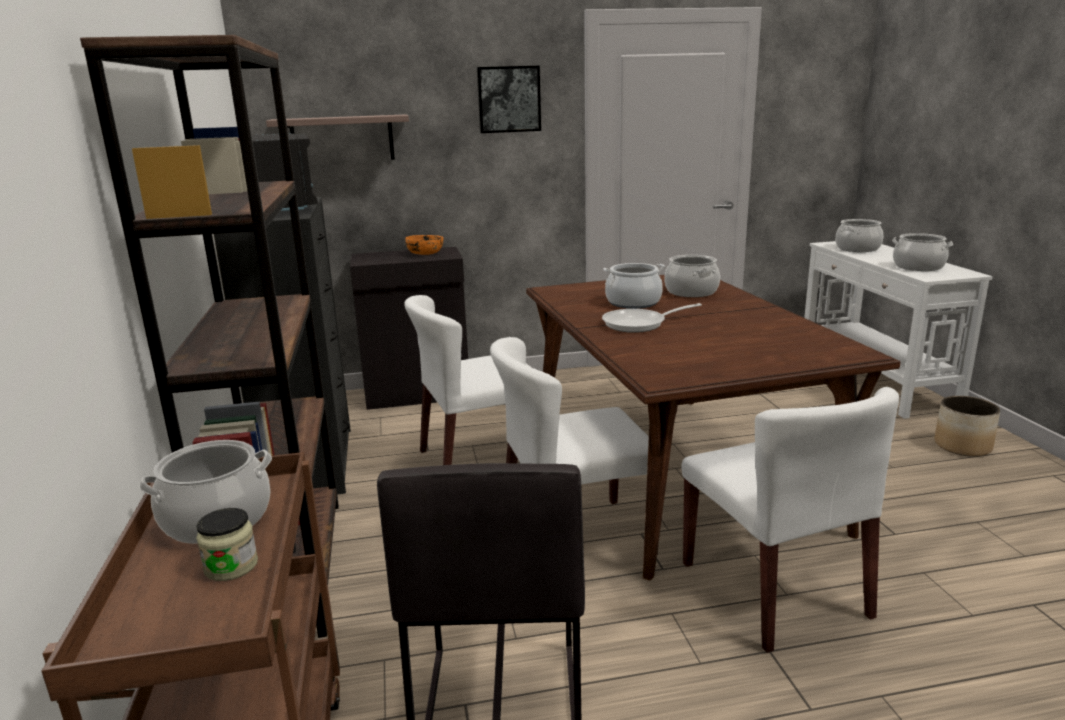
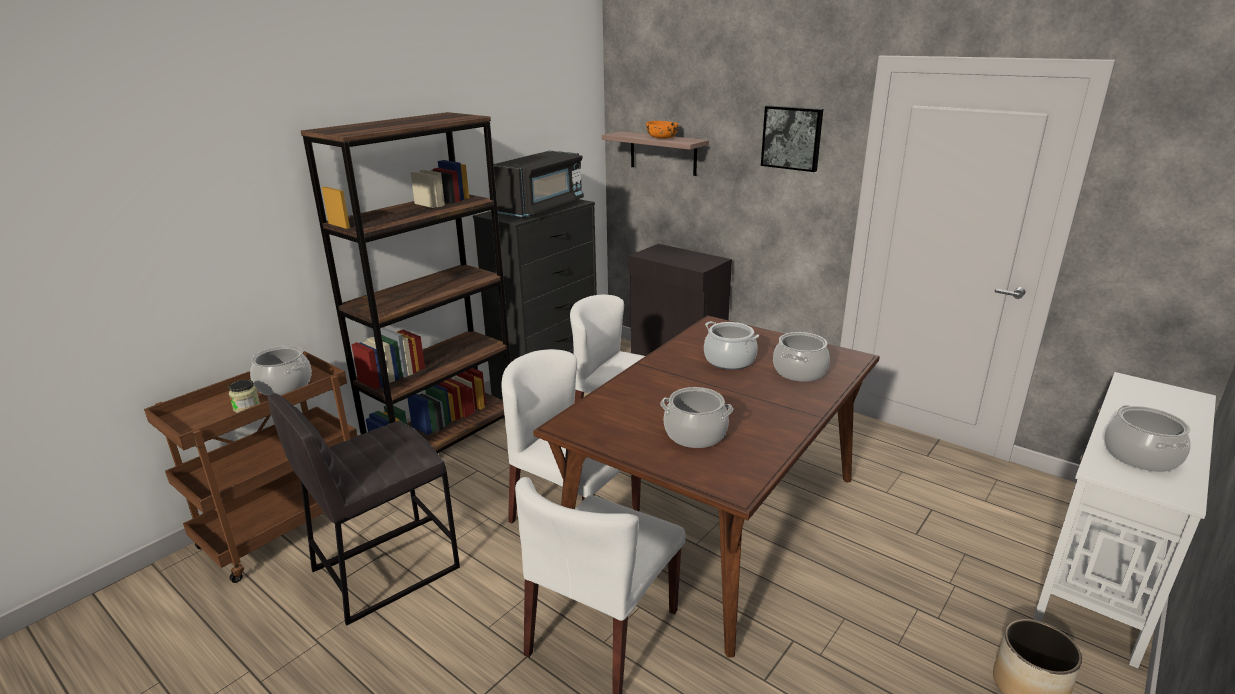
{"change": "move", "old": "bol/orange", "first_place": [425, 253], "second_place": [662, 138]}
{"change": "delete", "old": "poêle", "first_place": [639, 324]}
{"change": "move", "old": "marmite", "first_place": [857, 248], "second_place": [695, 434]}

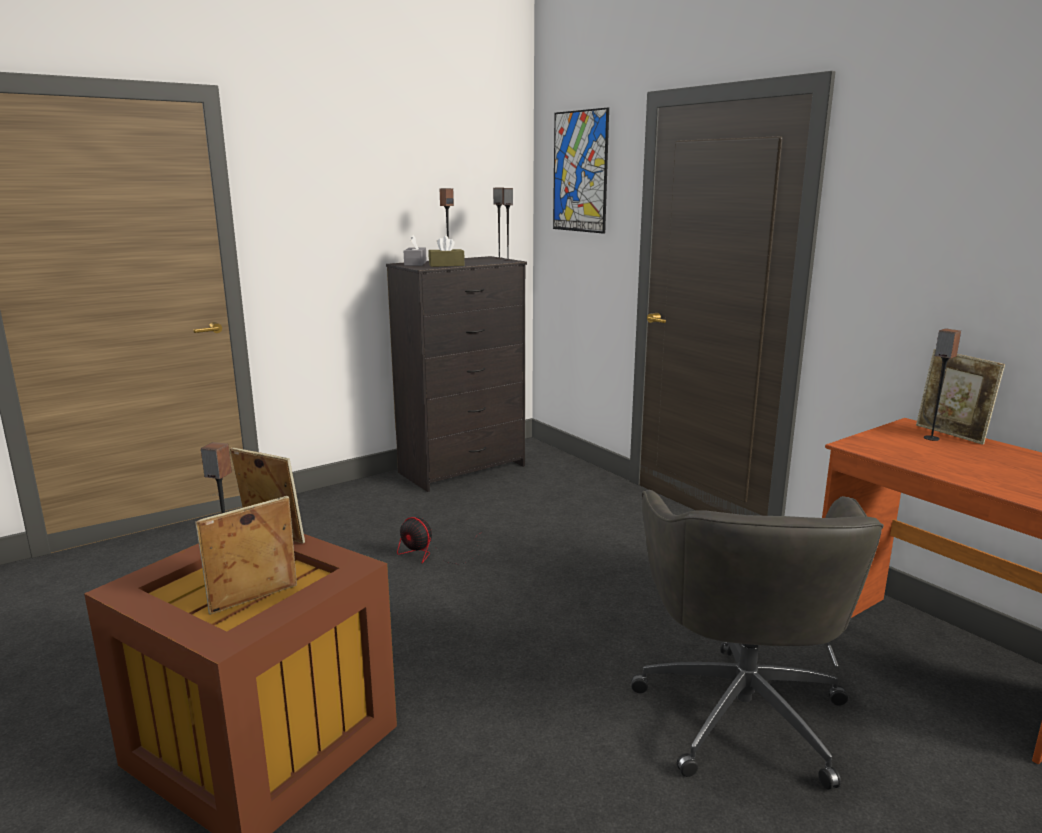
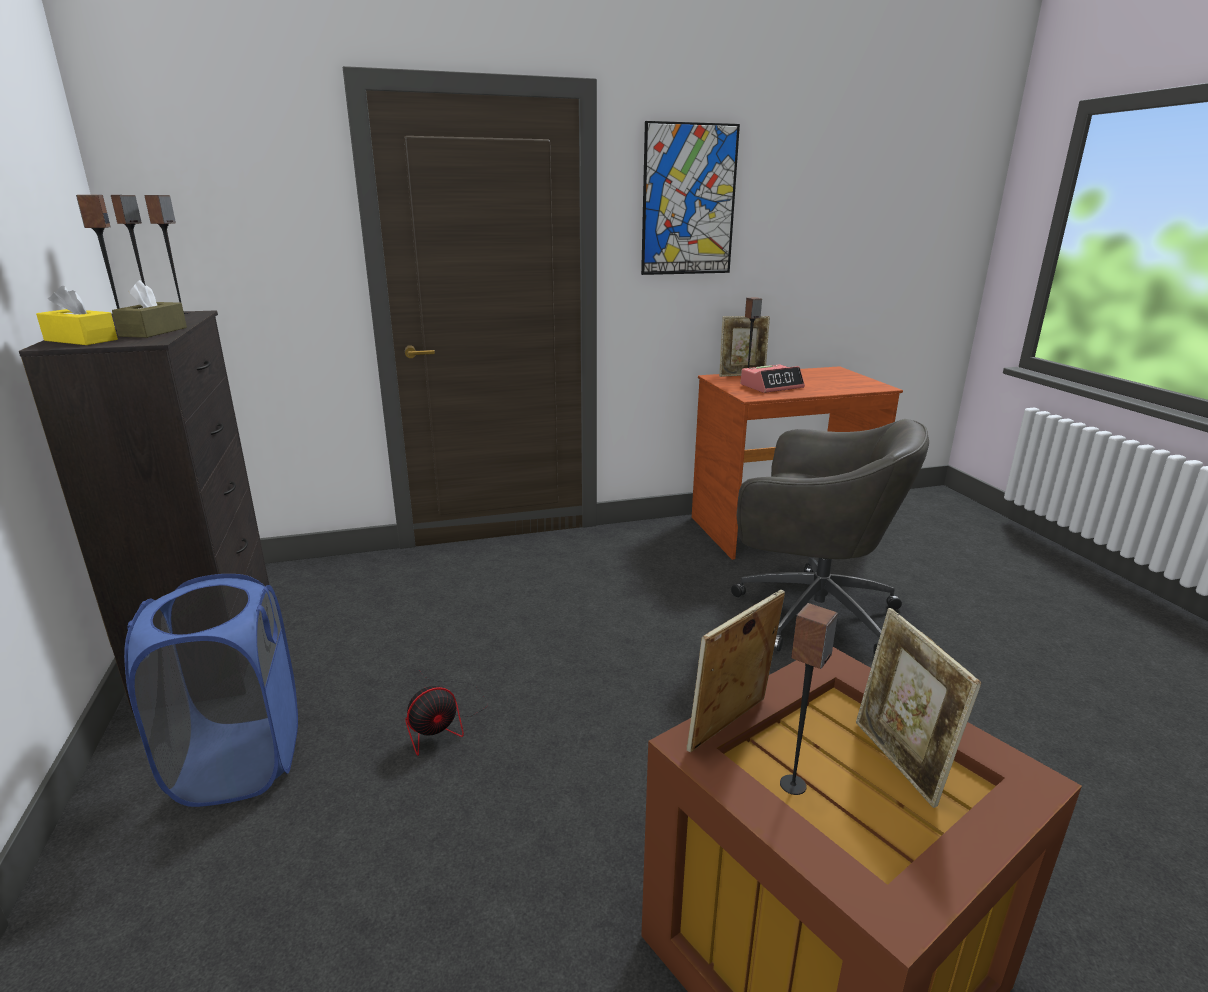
{"change": "recolor", "old": "boîte à mouchoirs/gris", "new": "boîte à mouchoirs/jaune", "first_place": [415, 263], "second_place": [81, 340]}
{"change": "move", "old": "tableau", "first_place": [580, 172], "second_place": [688, 200]}
{"change": "insert", "new": "panier à linge/bleu", "second_place": [239, 761]}
{"change": "insert", "new": "réveil", "second_place": [771, 386]}

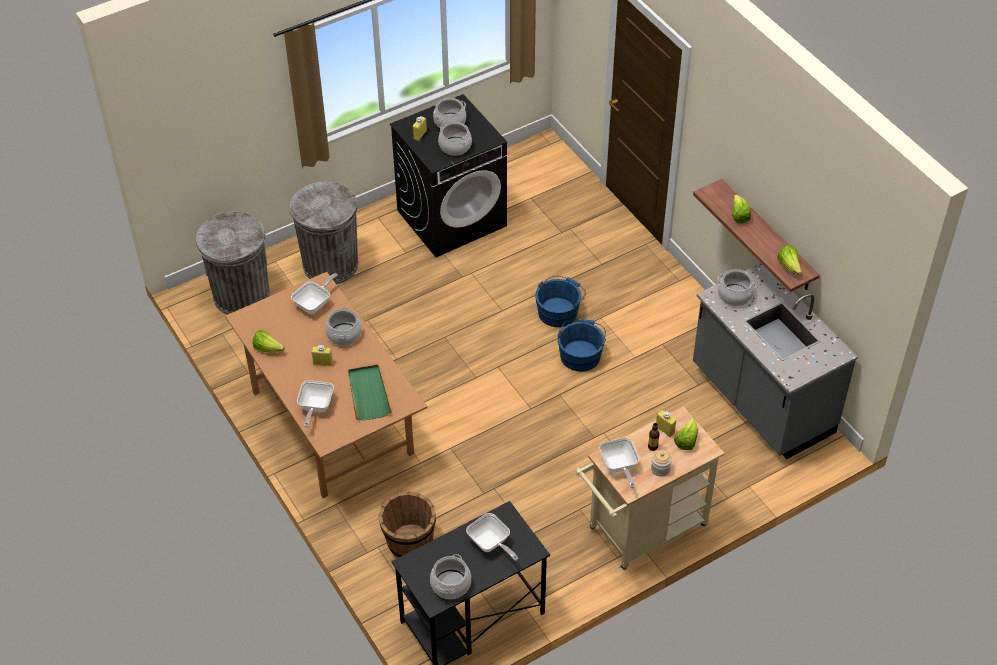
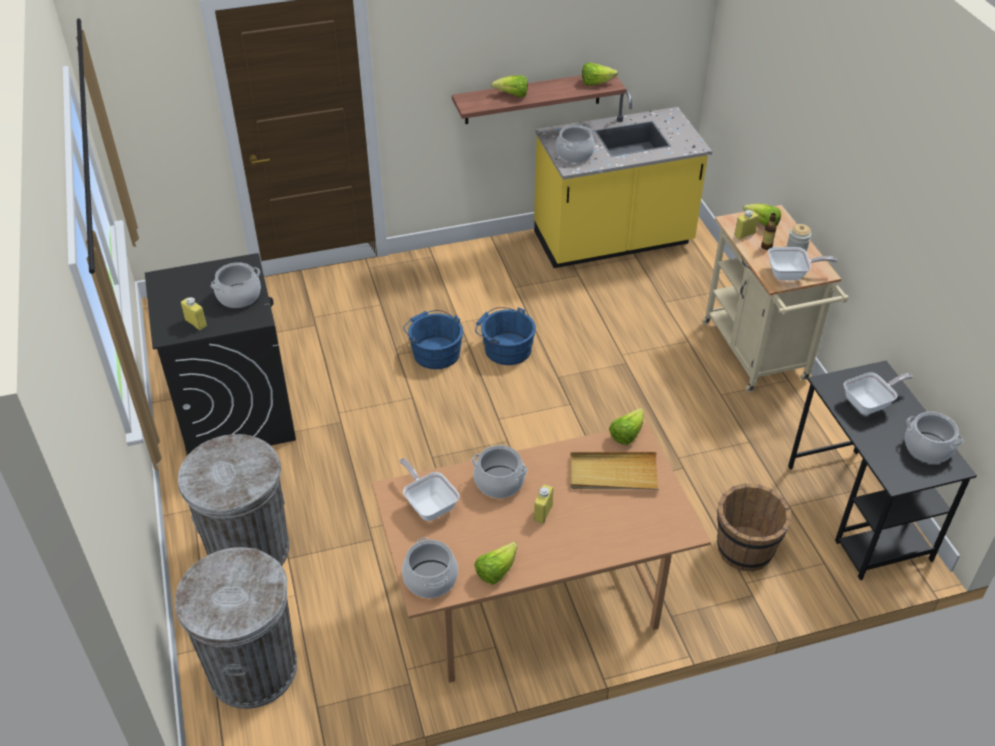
{"change": "delete", "old": "poêle", "first_place": [315, 408]}
{"change": "recolor", "old": "plateau/vert", "new": "plateau/beige", "first_place": [368, 394], "second_place": [613, 474]}
{"change": "move", "old": "marmite", "first_place": [449, 122], "second_place": [430, 579]}
{"change": "recolor", "old": "comptoir de cuisine/gris", "new": "comptoir de cuisine/jaune", "first_place": [761, 401], "second_place": [613, 241]}
{"change": "insert", "new": "laitue", "second_place": [626, 434]}

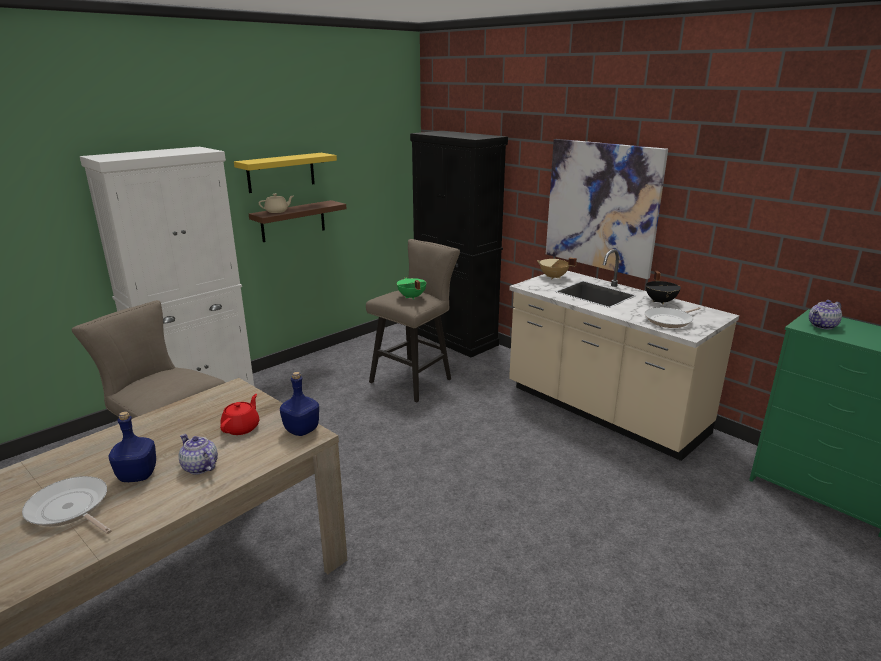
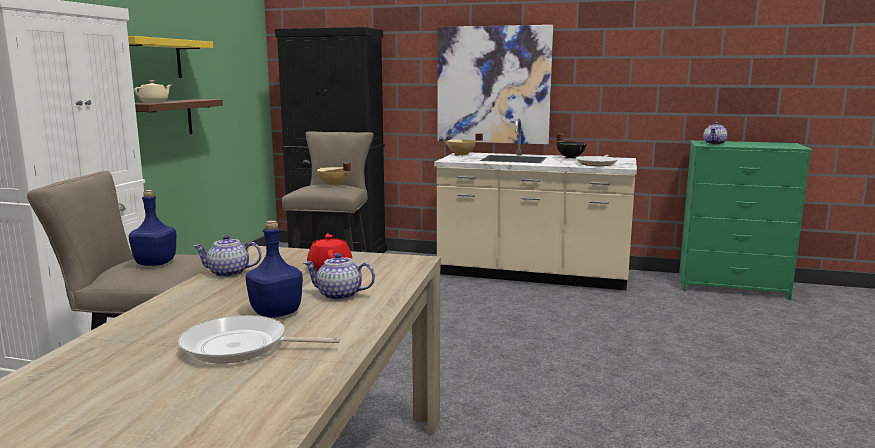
{"change": "move", "old": "bouteille/bleu", "first_place": [302, 430], "second_place": [156, 263]}
{"change": "recolor", "old": "marmite/vert", "new": "marmite/beige", "first_place": [411, 297], "second_place": [333, 186]}
{"change": "insert", "new": "théière", "second_place": [228, 273]}

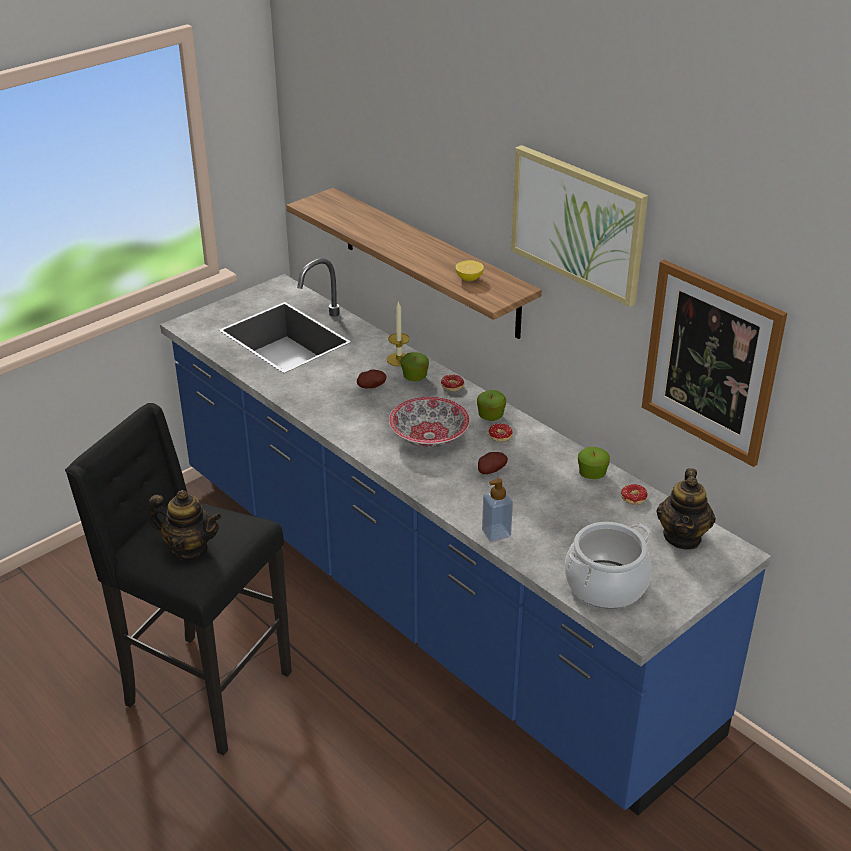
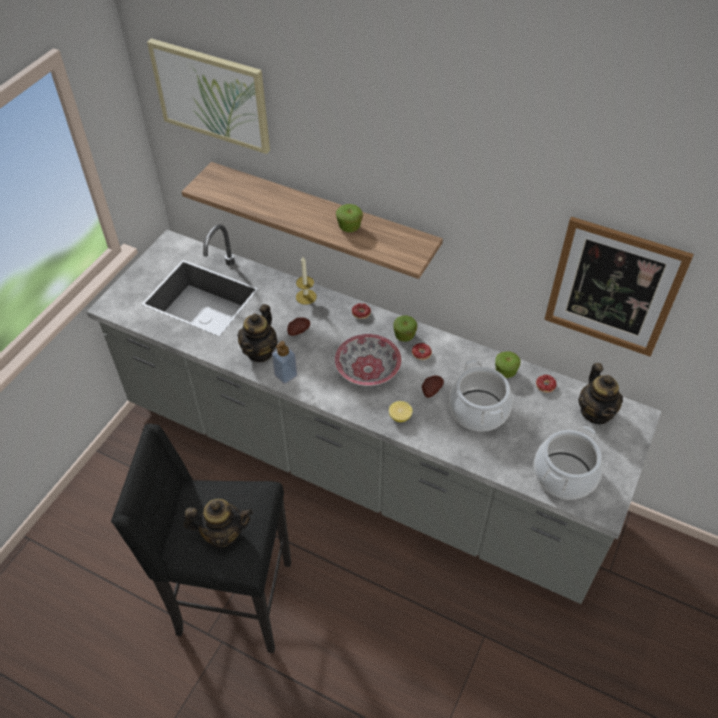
{"change": "recolor", "old": "comptoir de cuisine/bleu", "new": "comptoir de cuisine/gris", "first_place": [425, 596], "second_place": [359, 462]}
{"change": "move", "old": "pomme", "first_place": [414, 377], "second_place": [349, 227]}
{"change": "move", "old": "citron", "first_place": [469, 279], "second_place": [400, 417]}
{"change": "move", "old": "distributeur de savon", "first_place": [496, 533], "second_place": [285, 375]}
{"change": "move", "old": "tableau", "first_place": [578, 223], "second_place": [212, 95]}
{"change": "insert", "new": "théière", "second_place": [260, 351]}
{"change": "insert", "new": "marmite", "second_place": [478, 410]}

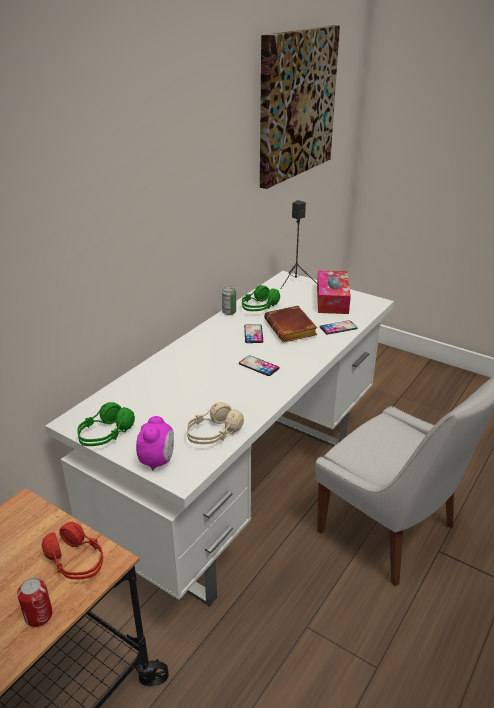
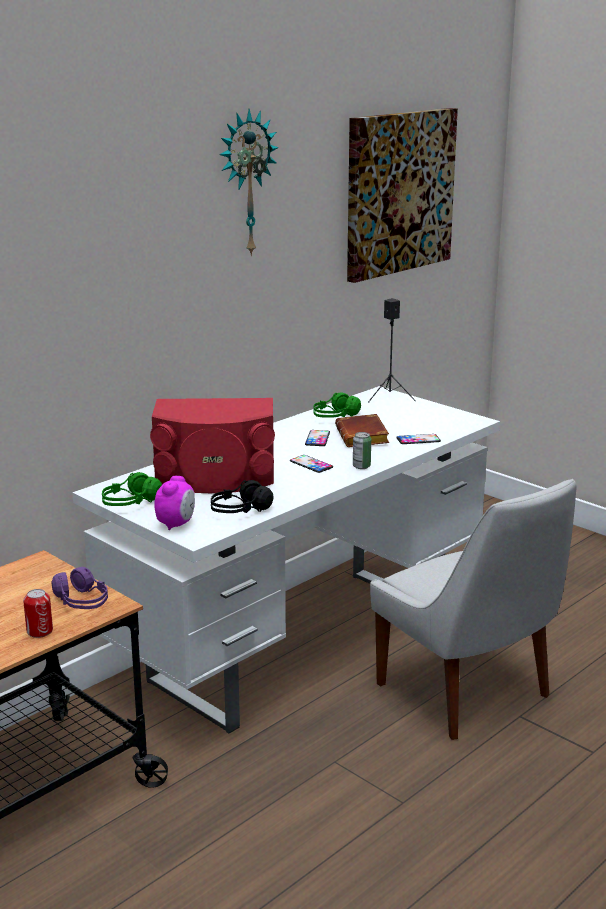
{"change": "recolor", "old": "casque audio/rouge", "new": "casque audio/violet", "first_place": [76, 561], "second_place": [82, 602]}
{"change": "recolor", "old": "casque audio/beige", "new": "casque audio/noir", "first_place": [213, 434], "second_place": [240, 510]}
{"change": "move", "old": "boîte métallique", "first_place": [229, 312], "second_place": [361, 466]}
{"change": "delete", "old": "boîte à mouchoirs", "first_place": [332, 300]}
{"change": "insert", "new": "enceinte/rouge", "second_place": [215, 477]}
{"change": "insert", "new": "horloge murale", "second_place": [245, 183]}

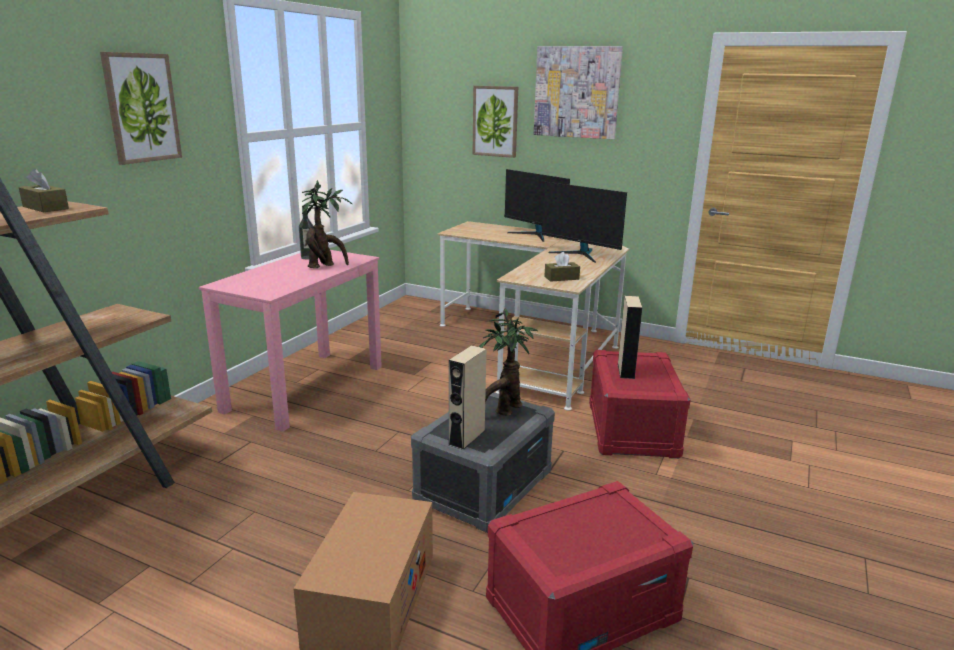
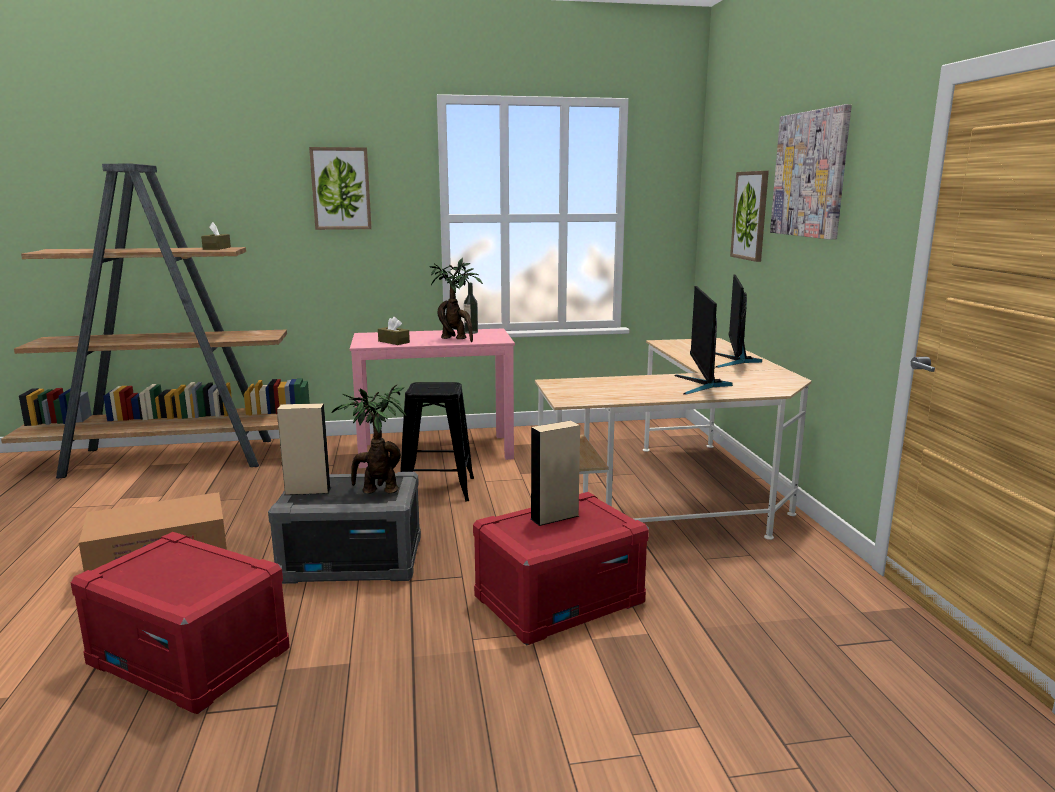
{"change": "move", "old": "boîte à mouchoirs/marron", "first_place": [561, 278], "second_place": [393, 342]}
{"change": "insert", "new": "tabouret/noir", "second_place": [437, 489]}

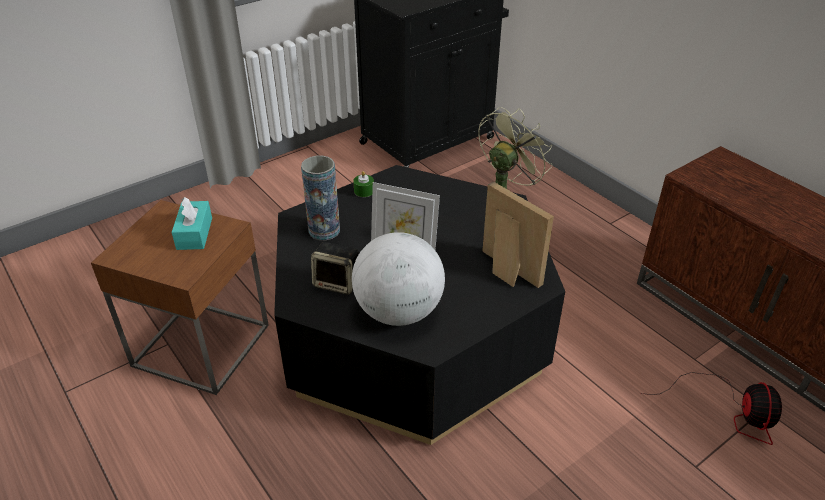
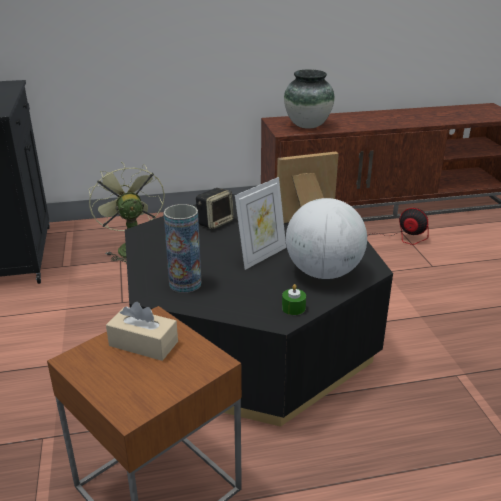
{"change": "recolor", "old": "boîte à mouchoirs/turquoise", "new": "boîte à mouchoirs/beige", "first_place": [194, 233], "second_place": [143, 344]}
{"change": "move", "old": "enceinte", "first_place": [337, 283], "second_place": [215, 222]}
{"change": "move", "old": "bougie/vert", "first_place": [364, 191], "second_place": [293, 308]}
{"change": "insert", "new": "vase", "second_place": [307, 126]}

